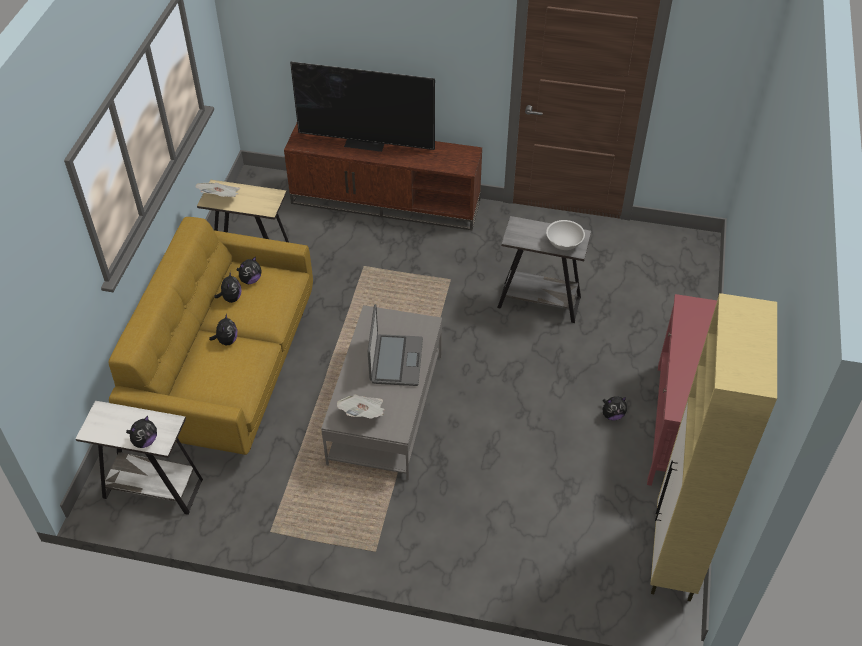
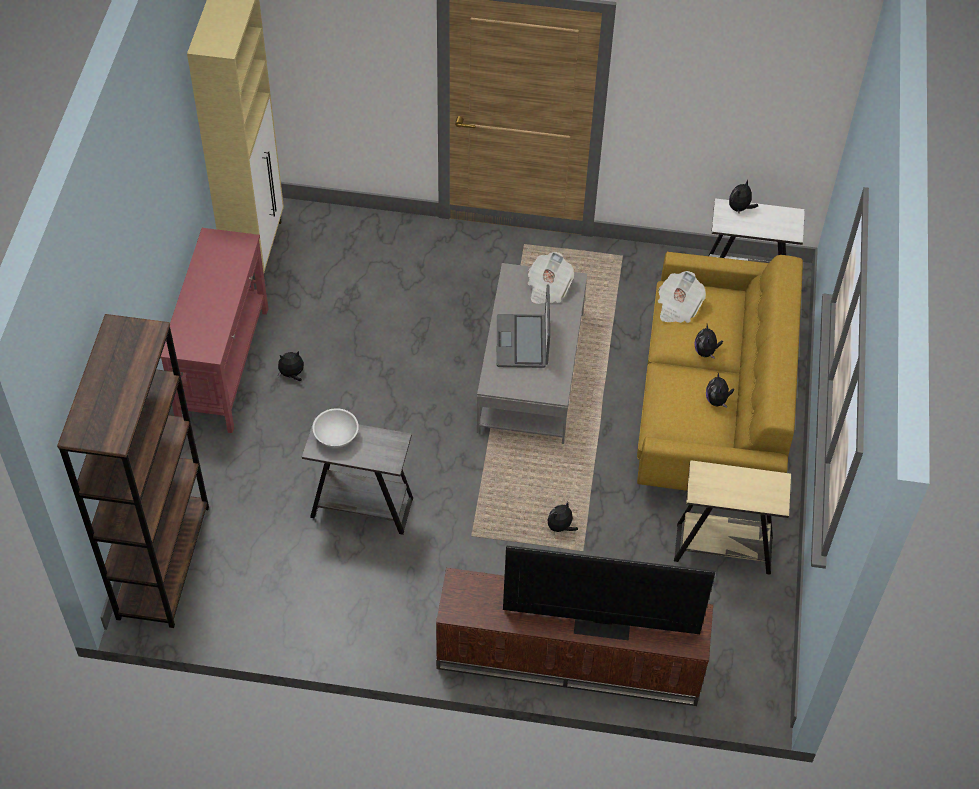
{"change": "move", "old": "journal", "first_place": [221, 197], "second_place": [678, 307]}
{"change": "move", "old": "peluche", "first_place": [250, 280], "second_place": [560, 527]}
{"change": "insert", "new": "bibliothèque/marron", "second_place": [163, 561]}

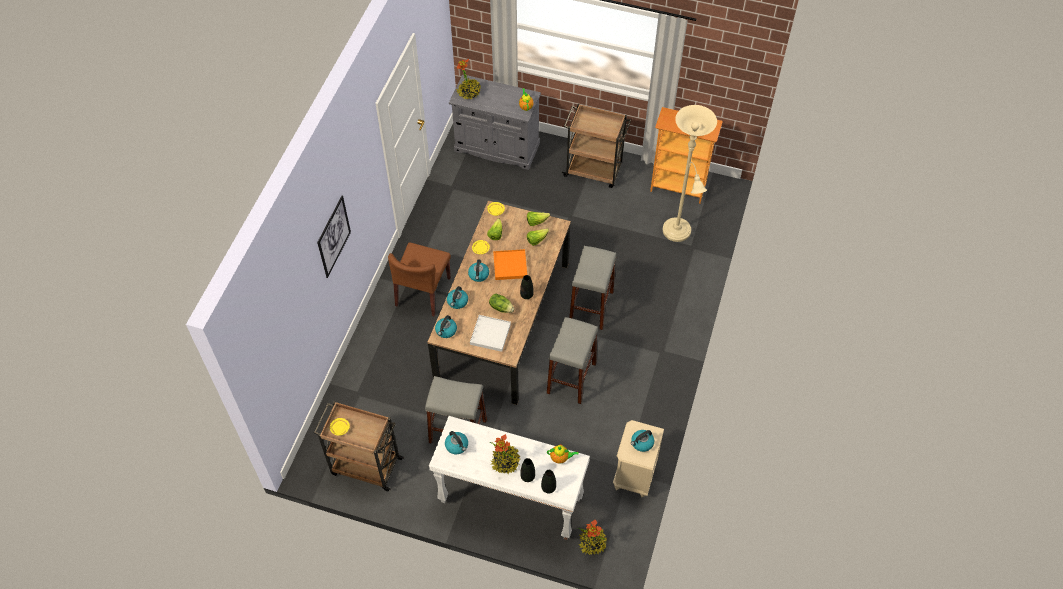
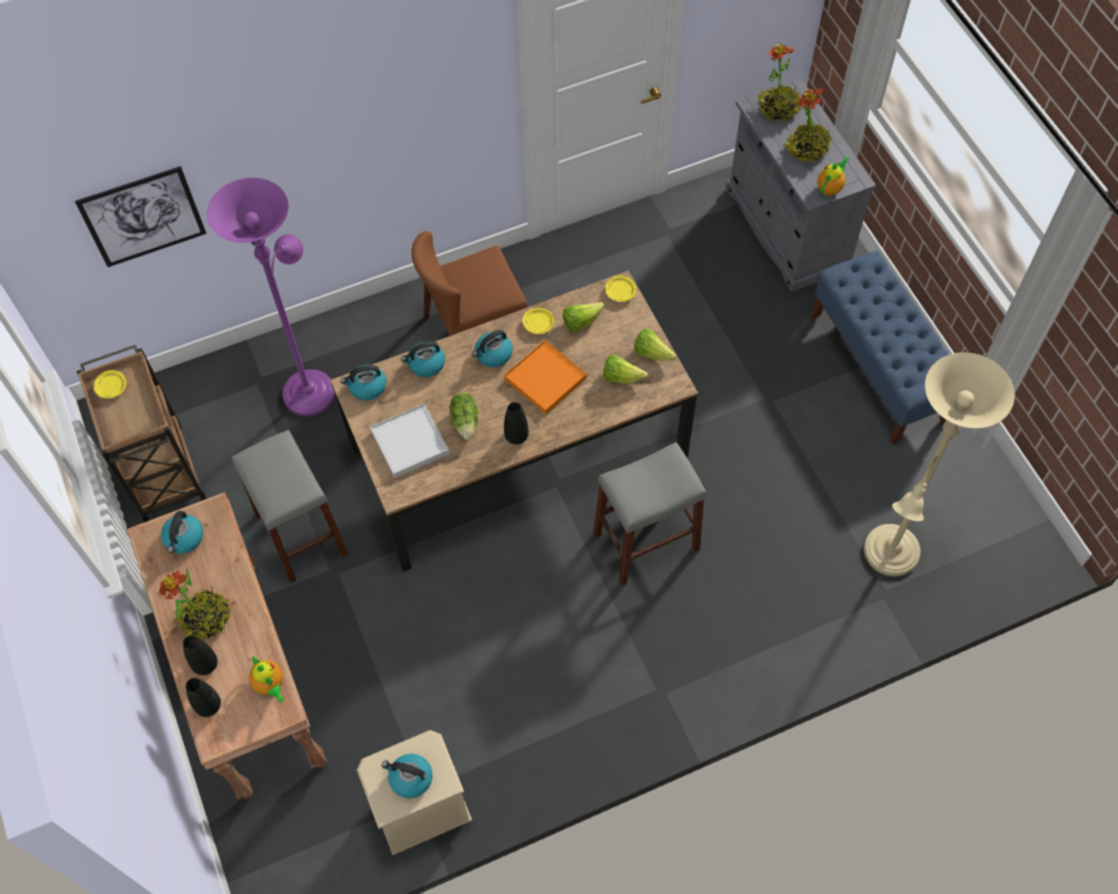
{"change": "move", "old": "tableau", "first_place": [334, 236], "second_place": [142, 217]}
{"change": "recolor", "old": "table console/blanc", "new": "table console/marron", "first_place": [510, 501], "second_place": [248, 679]}
{"change": "delete", "old": "tabouret/gris", "first_place": [571, 378]}
{"change": "replace", "old": "chariot/marron", "new": "banc/bleu", "first_place": [594, 170], "second_place": [878, 368]}
{"change": "move", "old": "plante en pot", "first_place": [592, 543], "second_place": [807, 149]}
{"change": "delete", "old": "bibliothèque", "first_place": [678, 187]}
{"change": "insert", "new": "lampadaire/violet", "second_place": [310, 387]}

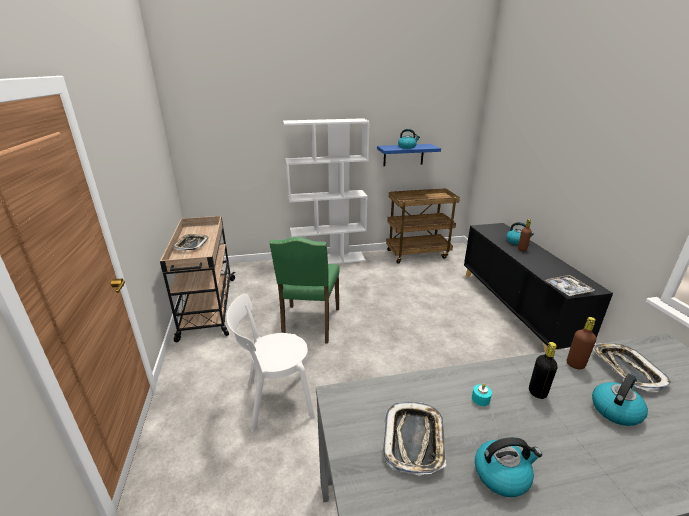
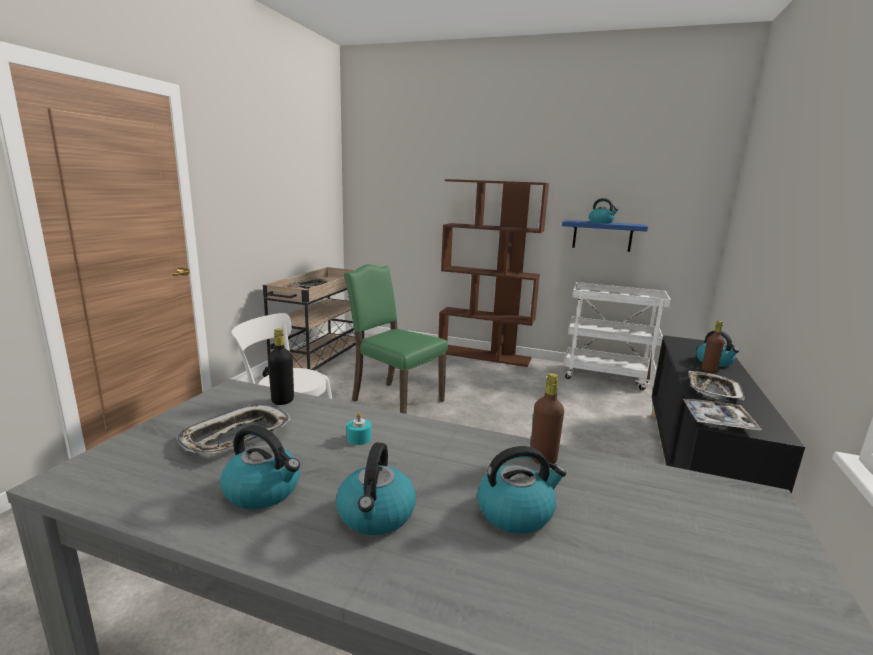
{"change": "rotate", "old": "chaise/vert", "first_place": [309, 324], "second_place": [395, 401], "degrees": 90}
{"change": "recolor", "old": "bibliothèque/blanc", "new": "bibliothèque/marron", "first_place": [329, 259], "second_place": [484, 355]}
{"change": "recolor", "old": "chariot/marron", "new": "chariot/blanc", "first_place": [417, 254], "second_place": [607, 376]}
{"change": "move", "old": "bouteille/noir", "first_place": [537, 392], "second_place": [282, 401]}
{"change": "move", "old": "plateau", "first_place": [626, 369], "second_place": [713, 390]}
{"change": "insert", "new": "bouilloire", "second_place": [376, 515]}

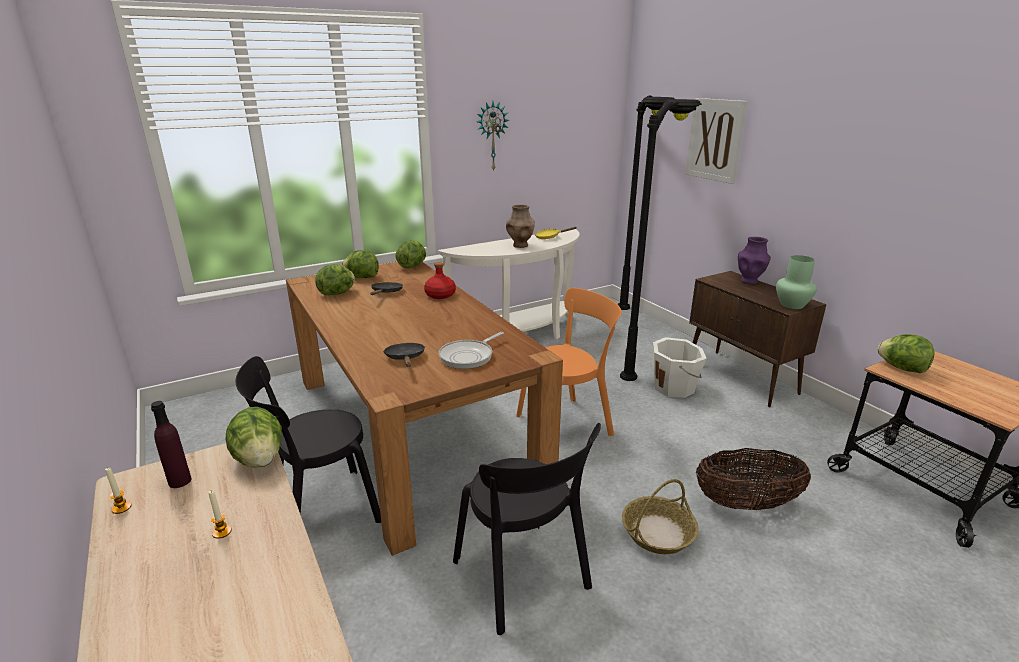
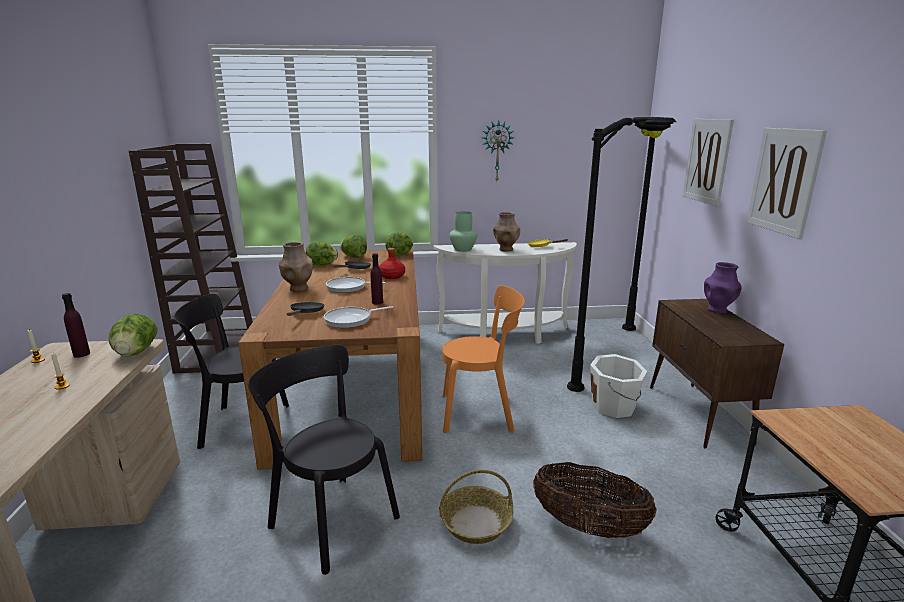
{"change": "rotate", "old": "chaise/noir", "first_place": [523, 579], "second_place": [331, 518], "degrees": 135}
{"change": "move", "old": "vase/vert", "first_place": [791, 304], "second_place": [463, 249]}
{"change": "delete", "old": "laitue", "first_place": [901, 368]}
{"change": "insert", "new": "bibliothèque/marron", "second_place": [216, 350]}
{"change": "insert", "new": "vase/marron", "second_place": [298, 289]}
{"change": "insert", "new": "poêle", "second_place": [348, 287]}
{"change": "insert", "new": "bouteille/violet", "second_place": [377, 302]}
{"change": "insert", "new": "tableau", "second_place": [784, 181]}

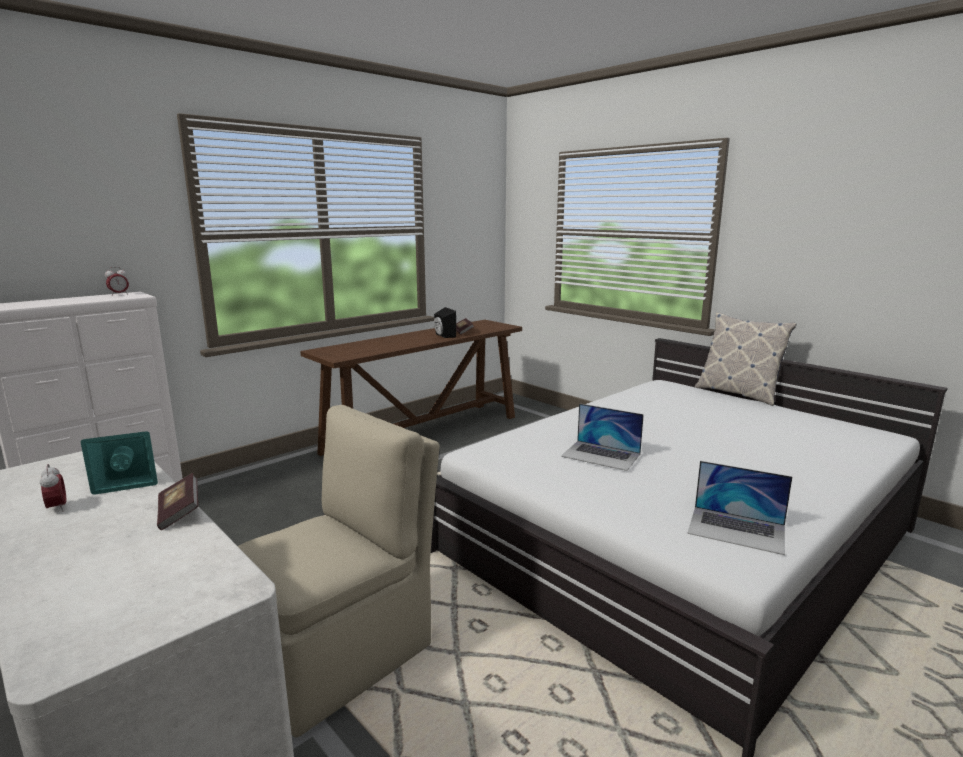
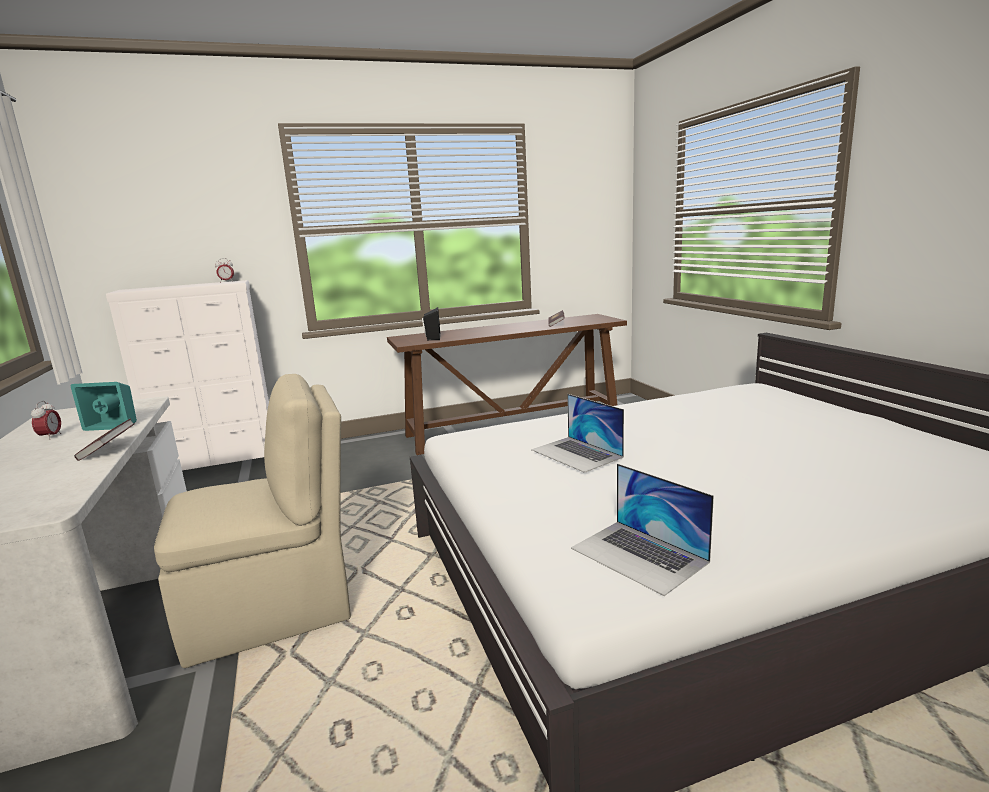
{"change": "move", "old": "enceinte/noir", "first_place": [443, 336], "second_place": [432, 338]}
{"change": "delete", "old": "coussin", "first_place": [738, 393]}

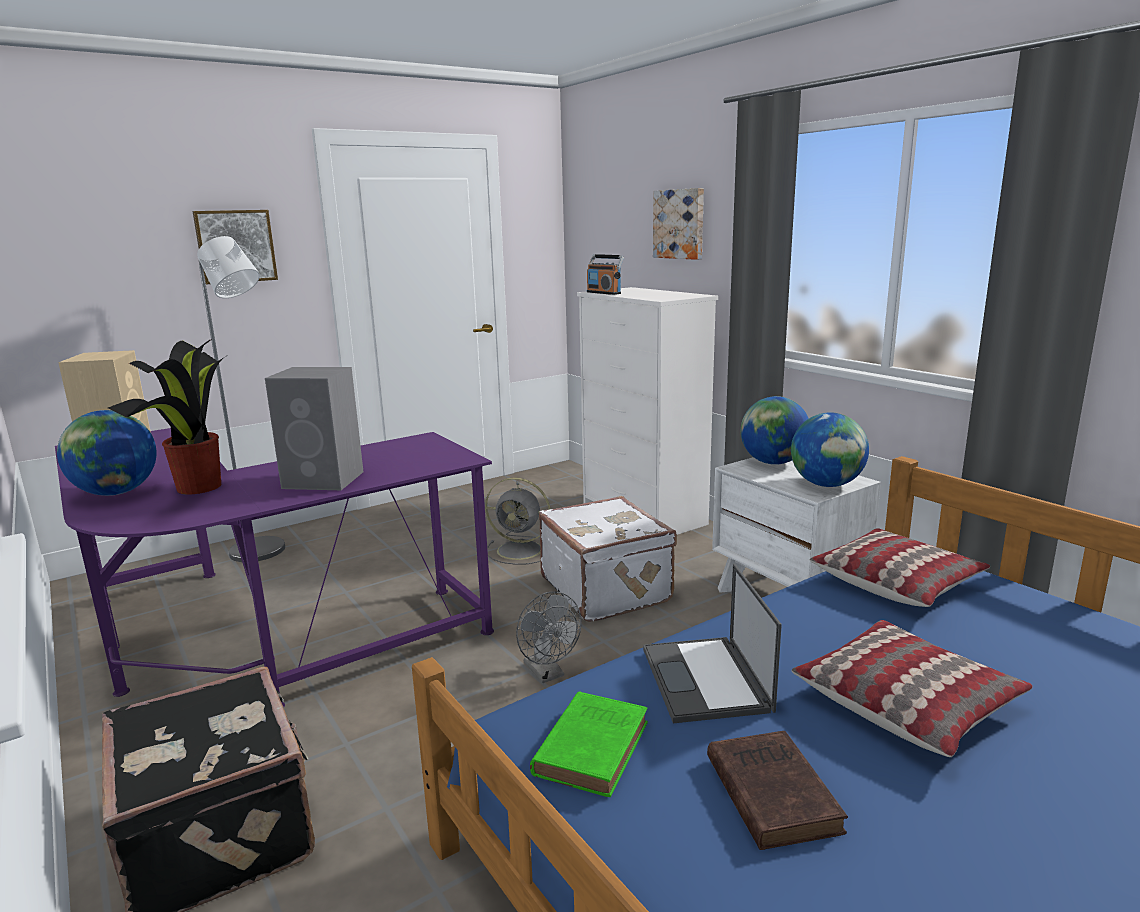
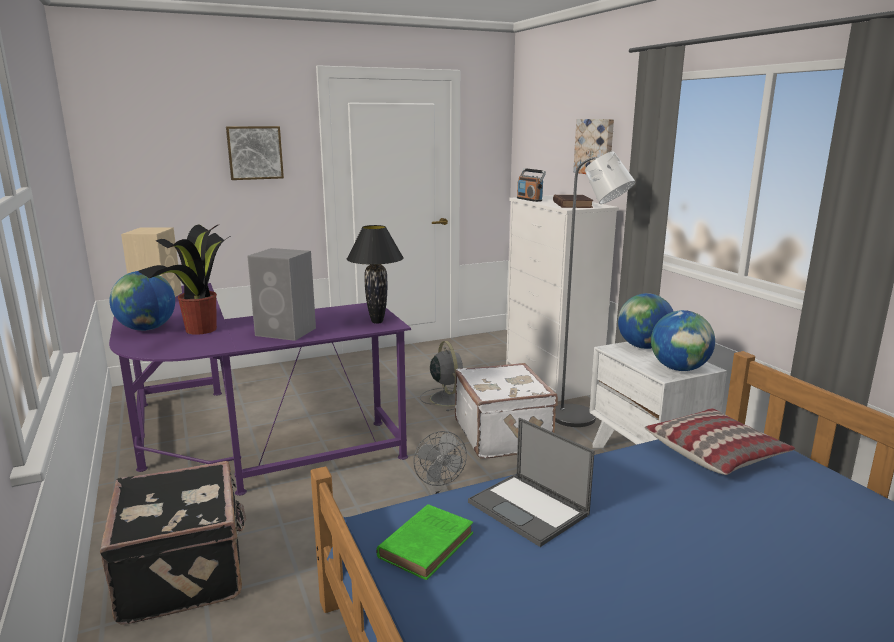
{"change": "move", "old": "lampadaire/gris", "first_place": [264, 553], "second_place": [581, 419]}
{"change": "rotate", "old": "ventilateur/gris", "first_place": [521, 550], "second_place": [447, 398], "degrees": -135}
{"change": "rotate", "old": "ordinateur portable", "first_place": [706, 680], "second_place": [529, 509], "degrees": -45}
{"change": "move", "old": "livre/marron", "first_place": [770, 791], "second_place": [572, 204]}
{"change": "delete", "old": "coussin", "first_place": [906, 702]}
{"change": "insert", "new": "lampe de table/noir", "second_place": [377, 322]}

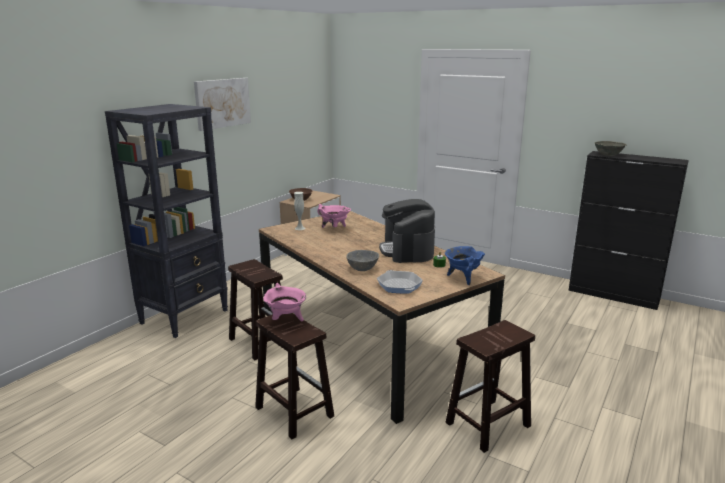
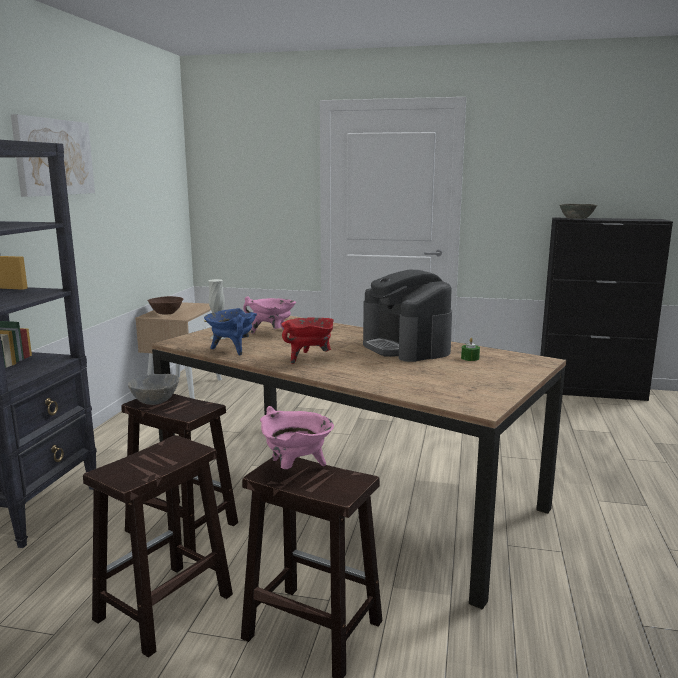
{"change": "move", "old": "bol/gris", "first_place": [362, 269], "second_place": [155, 401]}
{"change": "delete", "old": "poêle", "first_place": [399, 285]}
{"change": "move", "old": "marmite/bleu", "first_place": [463, 278], "second_place": [232, 349]}
{"change": "move", "old": "tabouret/marron", "first_place": [487, 425], "second_place": [163, 608]}
{"change": "insert", "new": "marmite/rouge", "second_place": [308, 358]}

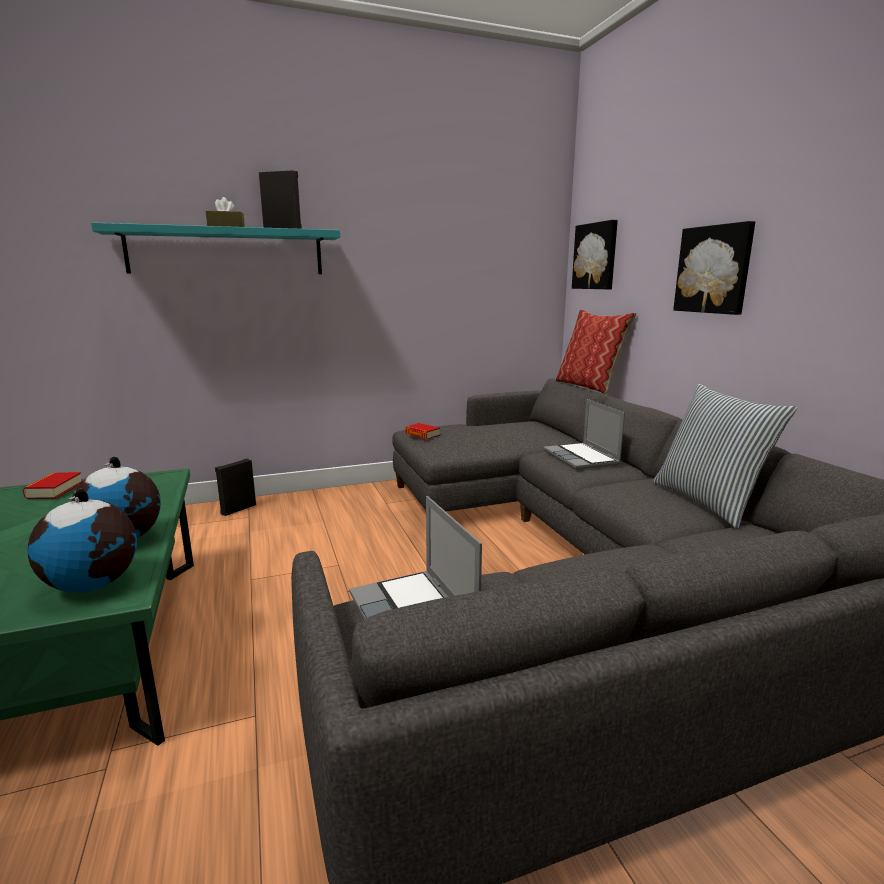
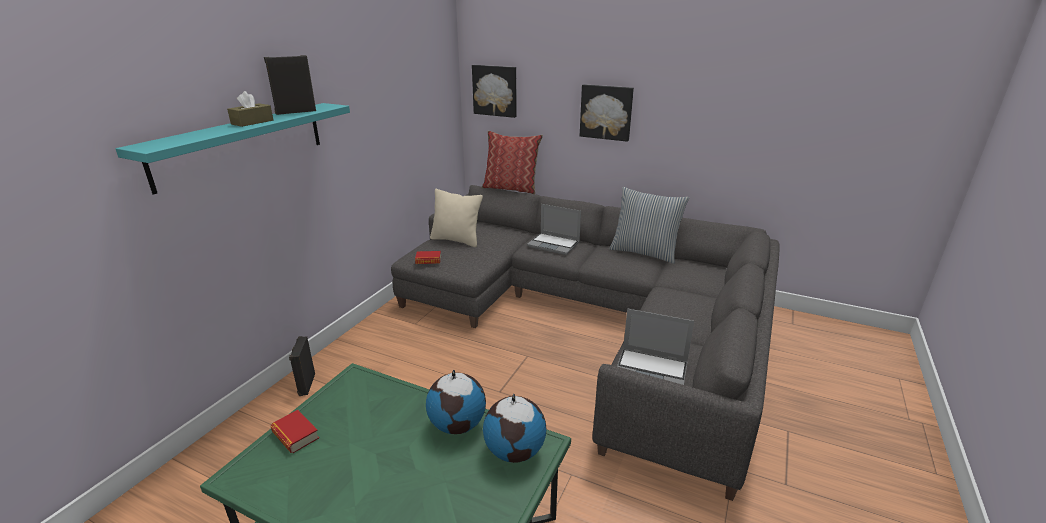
{"change": "insert", "new": "coussin/beige", "second_place": [456, 240]}

